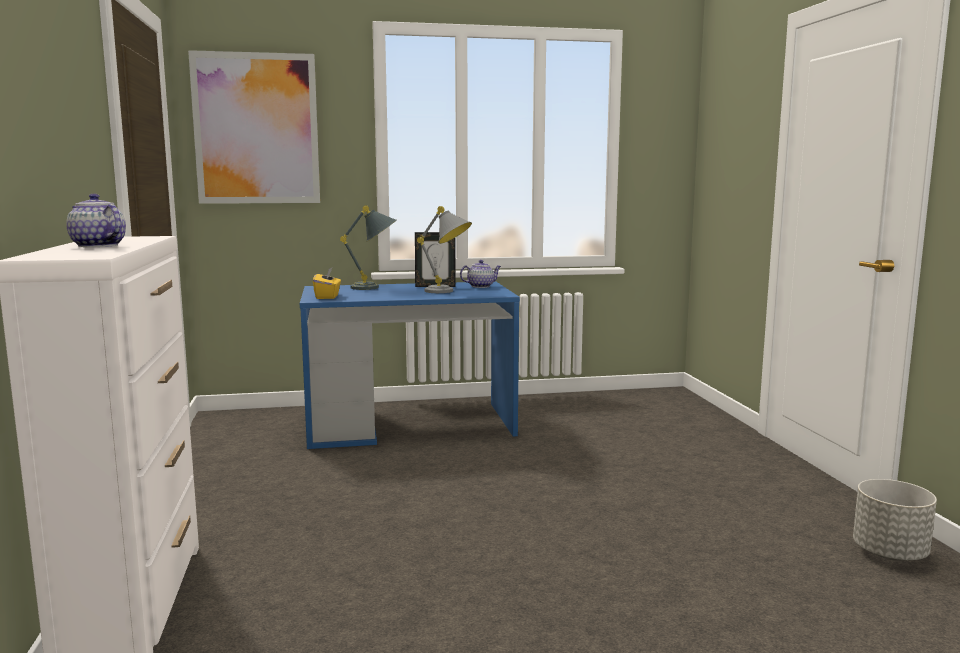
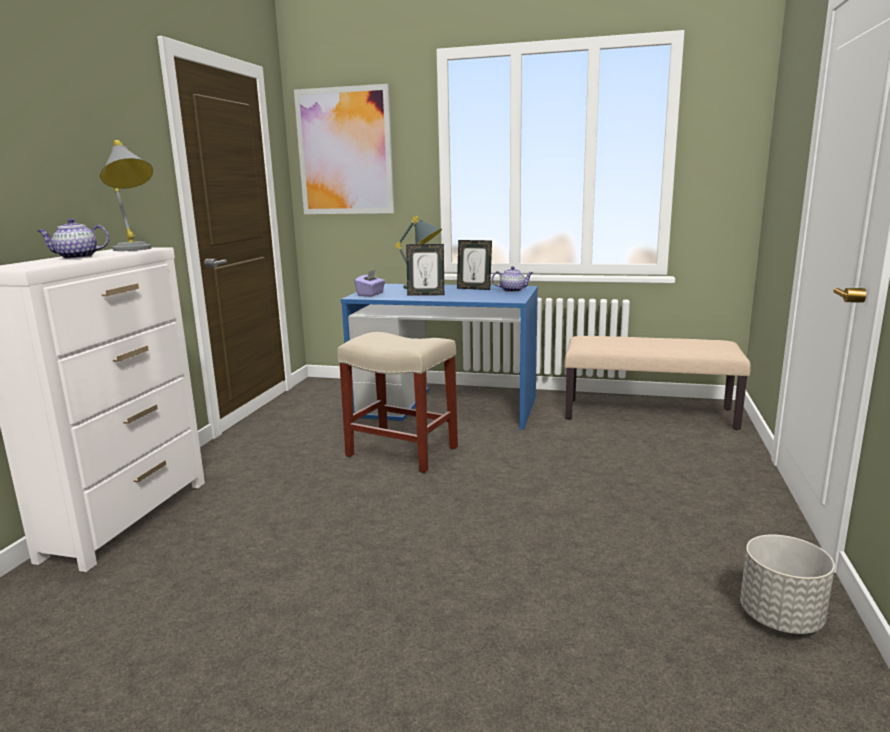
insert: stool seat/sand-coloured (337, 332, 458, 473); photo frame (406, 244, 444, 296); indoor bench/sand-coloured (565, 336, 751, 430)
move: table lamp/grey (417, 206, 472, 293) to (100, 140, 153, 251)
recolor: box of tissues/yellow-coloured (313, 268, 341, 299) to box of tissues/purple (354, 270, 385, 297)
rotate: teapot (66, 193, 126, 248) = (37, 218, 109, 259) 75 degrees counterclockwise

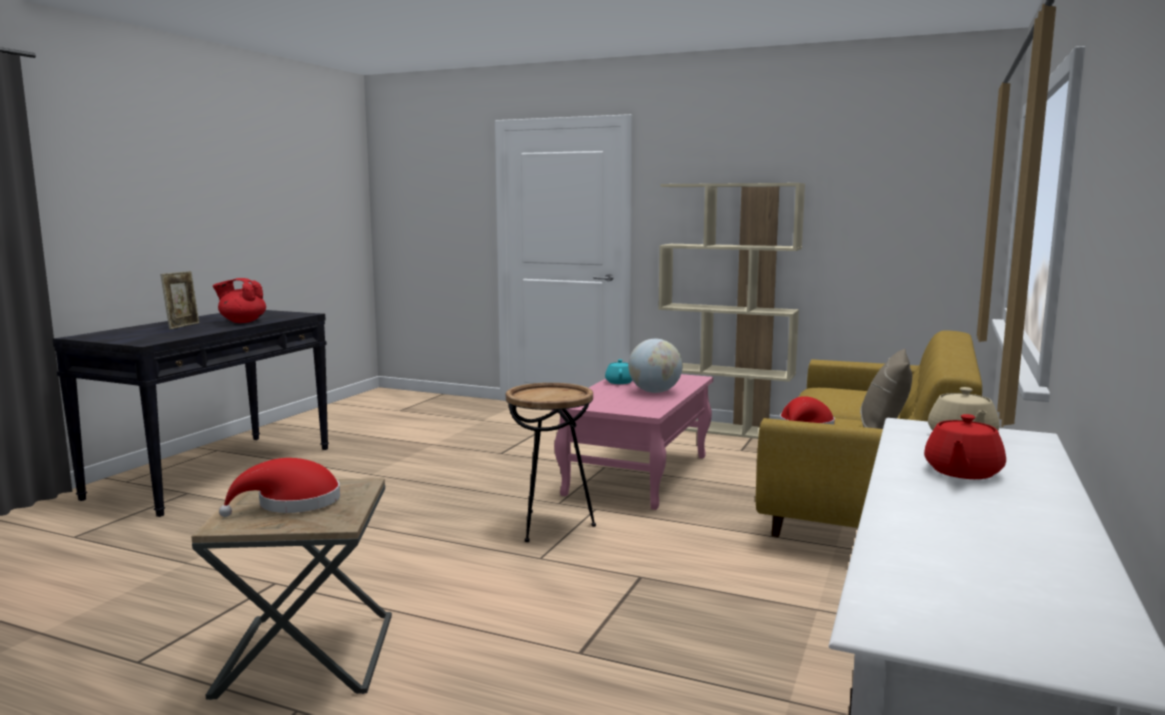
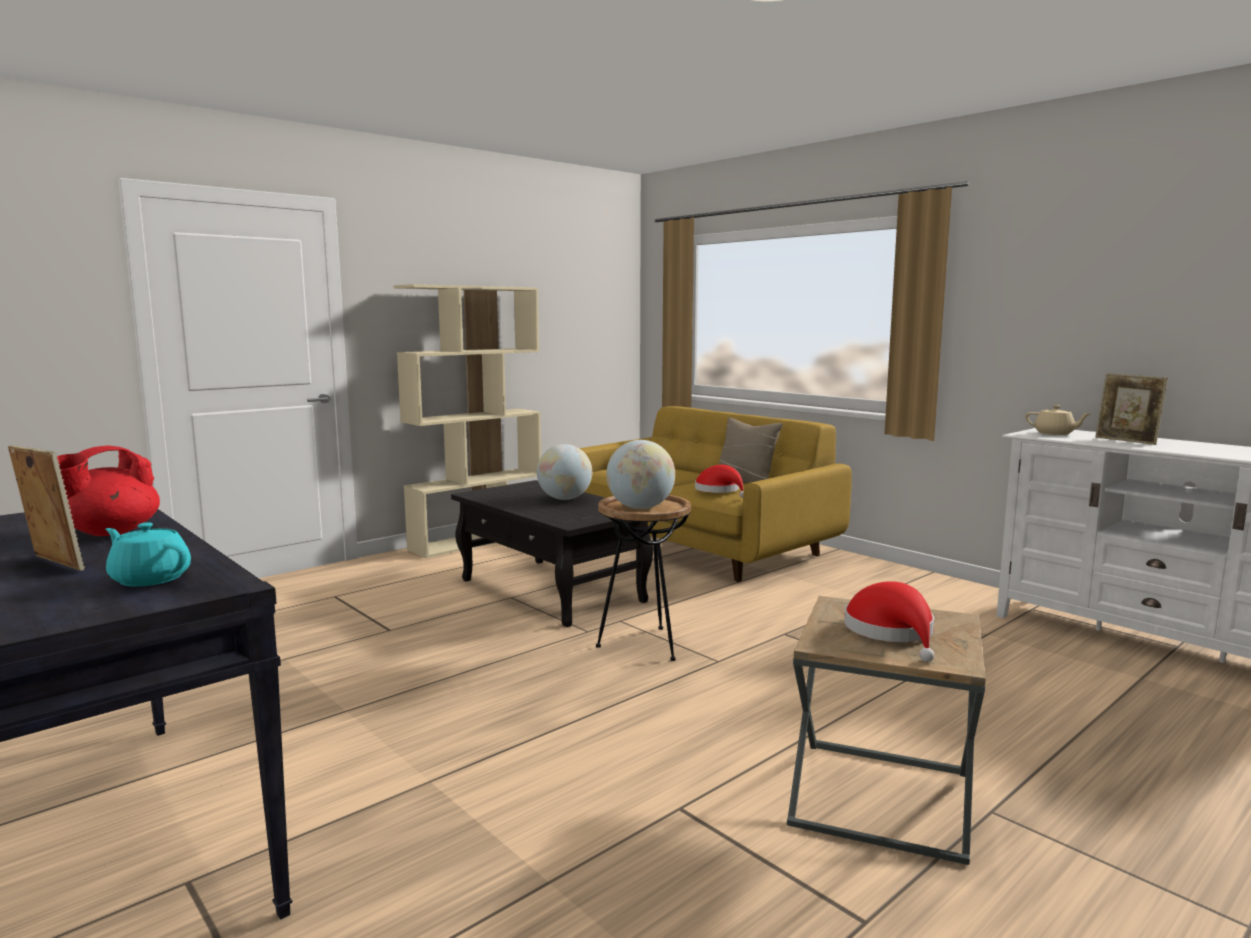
insert: world globe (606, 440, 675, 509)
move: teapot/turquoise-coloured (605, 359, 633, 384) to (106, 522, 191, 587)
replace: teapot/red-coloured (924, 414, 1006, 479) to photo frame (1095, 373, 1168, 445)
recolor: low table/pinkish (552, 374, 713, 510) to low table/black-coloured (451, 480, 653, 627)

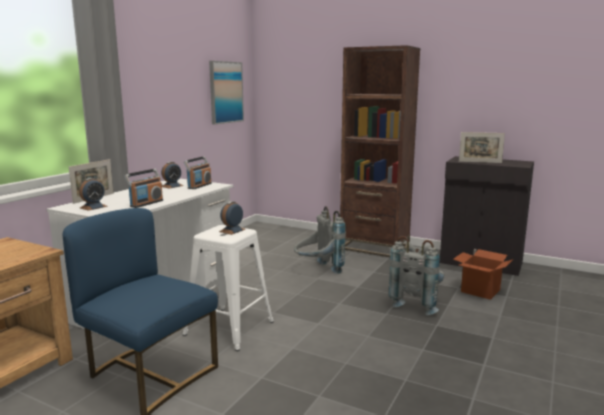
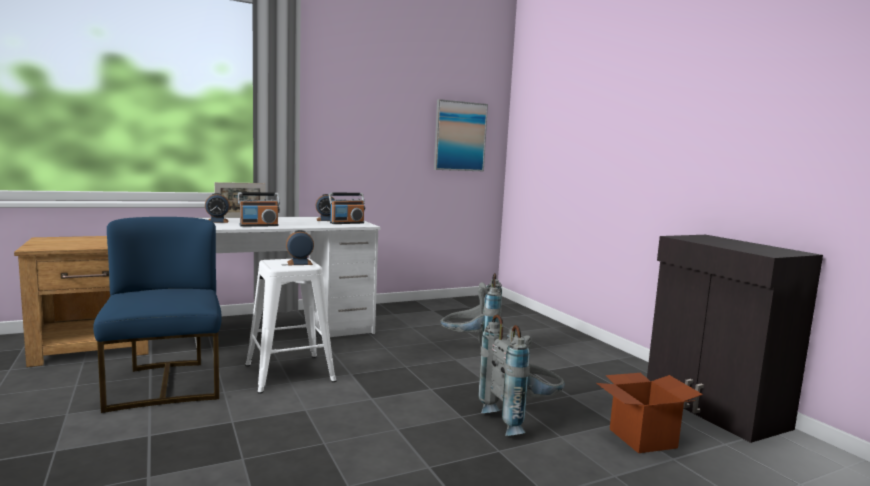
delete: bookcase/brownish (340, 45, 420, 257); photo frame (459, 132, 505, 163)

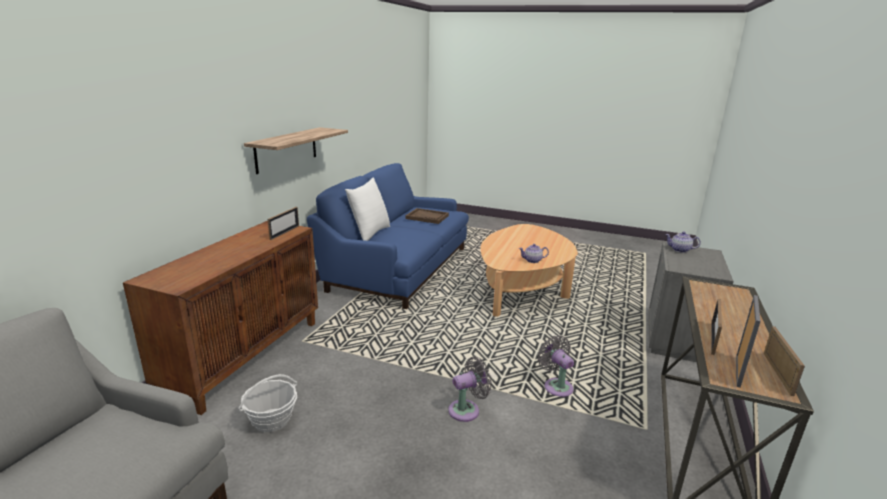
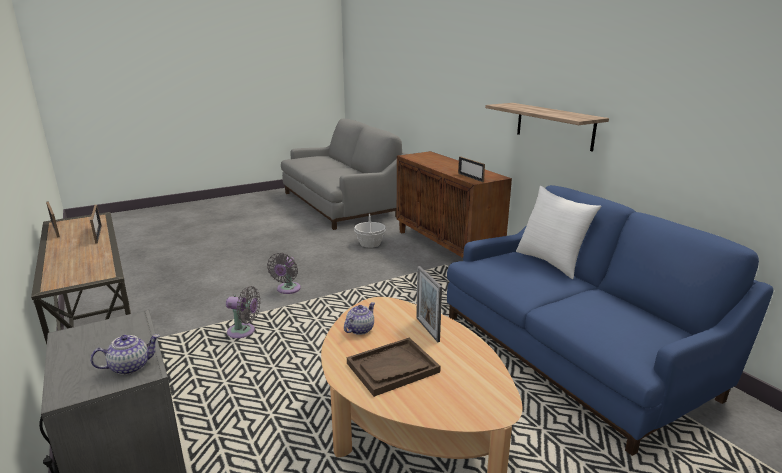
move: serving tray/brownish (405, 208, 449, 224) to (347, 337, 441, 397); photo frame (736, 295, 760, 388) to (416, 266, 442, 343)

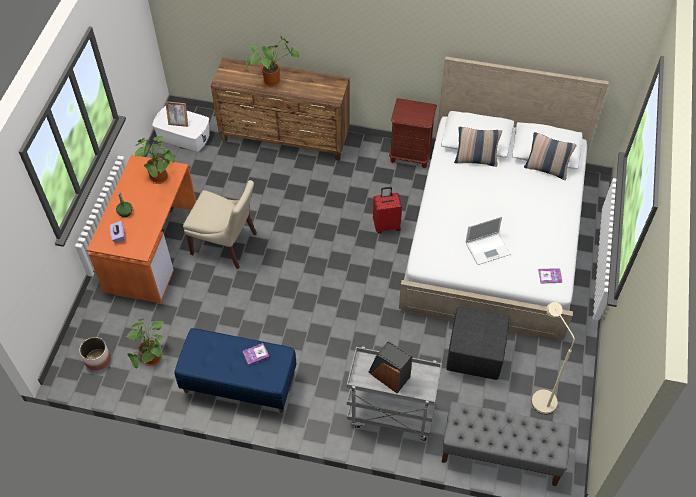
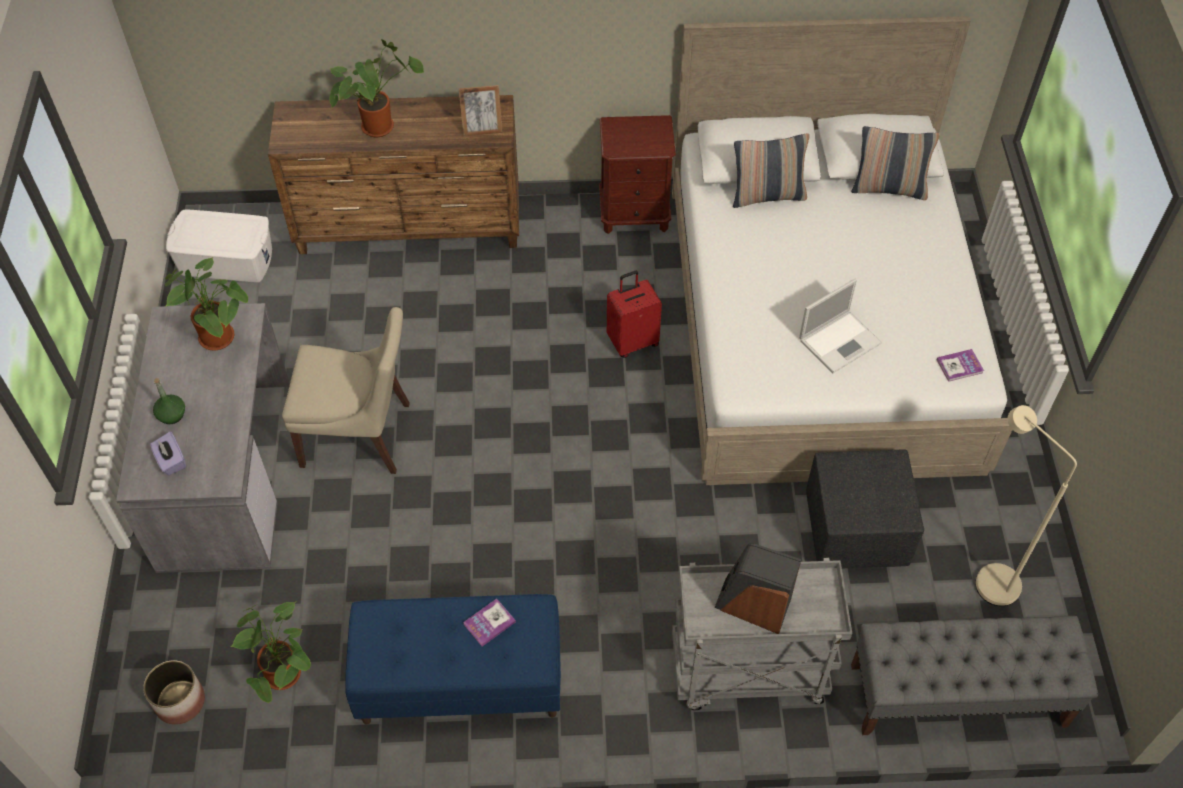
move: photo frame (165, 101, 188, 127) to (459, 85, 503, 136)
recolor: desk/orange (87, 155, 196, 303) to desk/grey (116, 303, 290, 573)

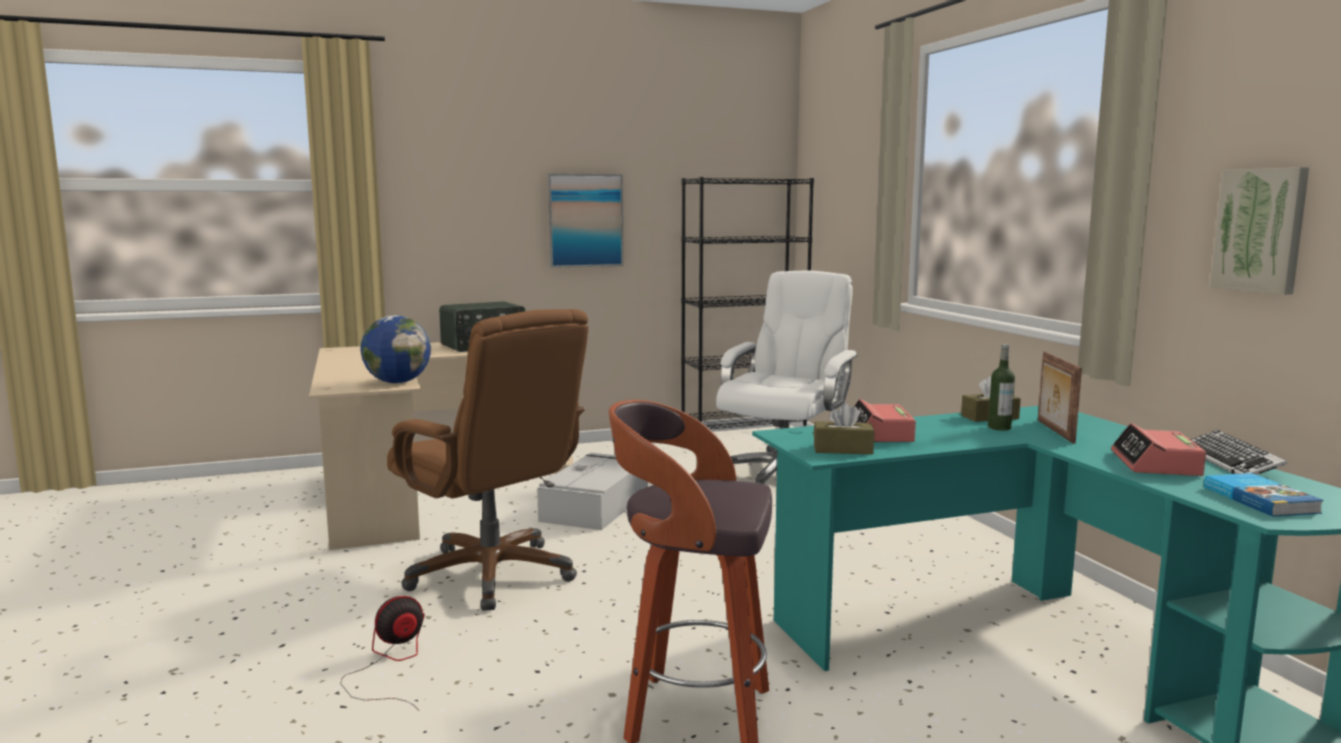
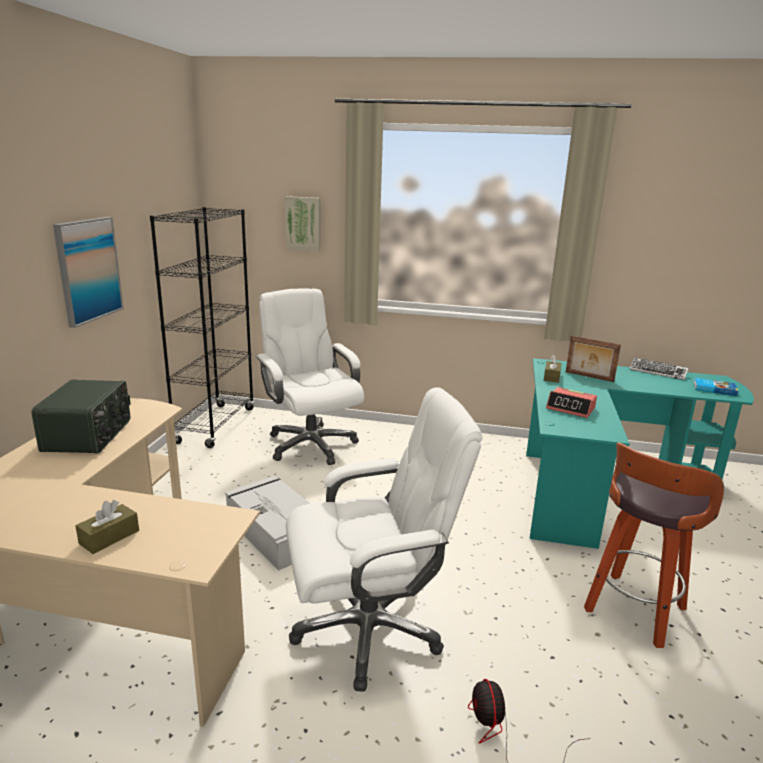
delete: world globe (360, 315, 431, 383); drink bottle (988, 344, 1015, 431); bedside clock (1111, 423, 1206, 476)
move: box of tissues/brownish (813, 403, 874, 455) to (76, 500, 139, 554); wall art (1210, 167, 1309, 295) to (285, 196, 320, 251)
recolor: desk chair/brownish (387, 309, 589, 611) to desk chair/white-coloured (286, 387, 482, 692)

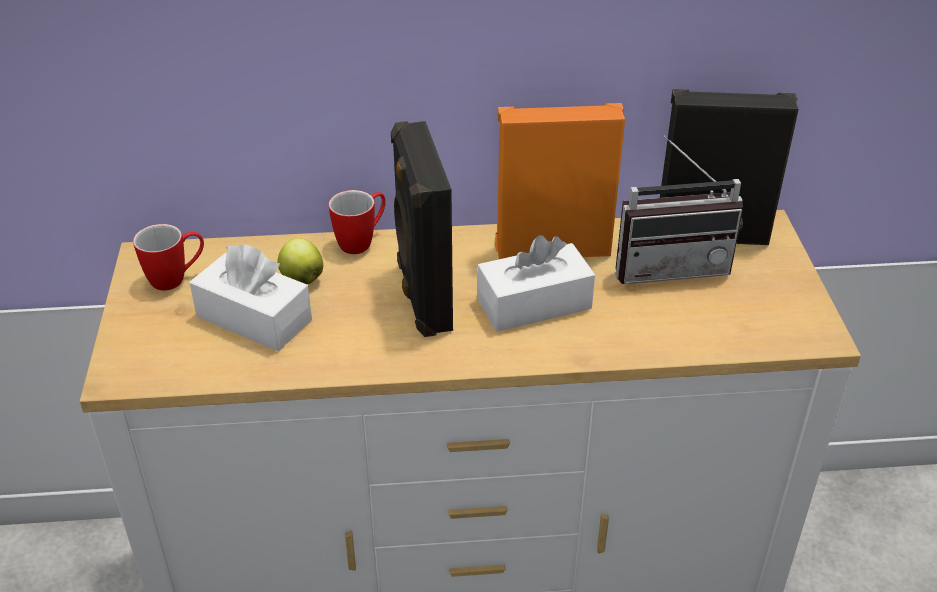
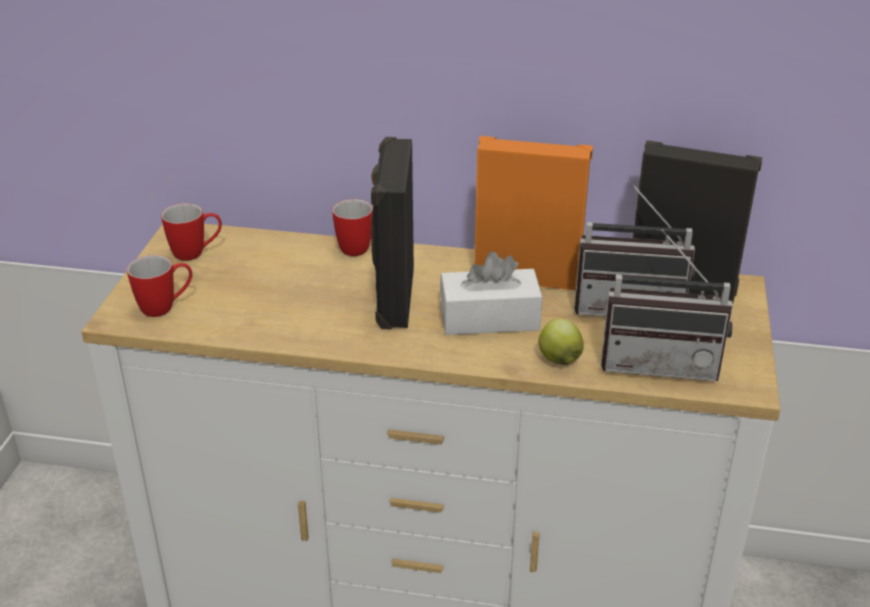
delete: box of tissues/white-coloured (189, 244, 312, 351)
insert: coffee mug (127, 255, 192, 317); radio (601, 229, 733, 381)
move: whole apple (277, 238, 323, 284) to (538, 318, 584, 365)

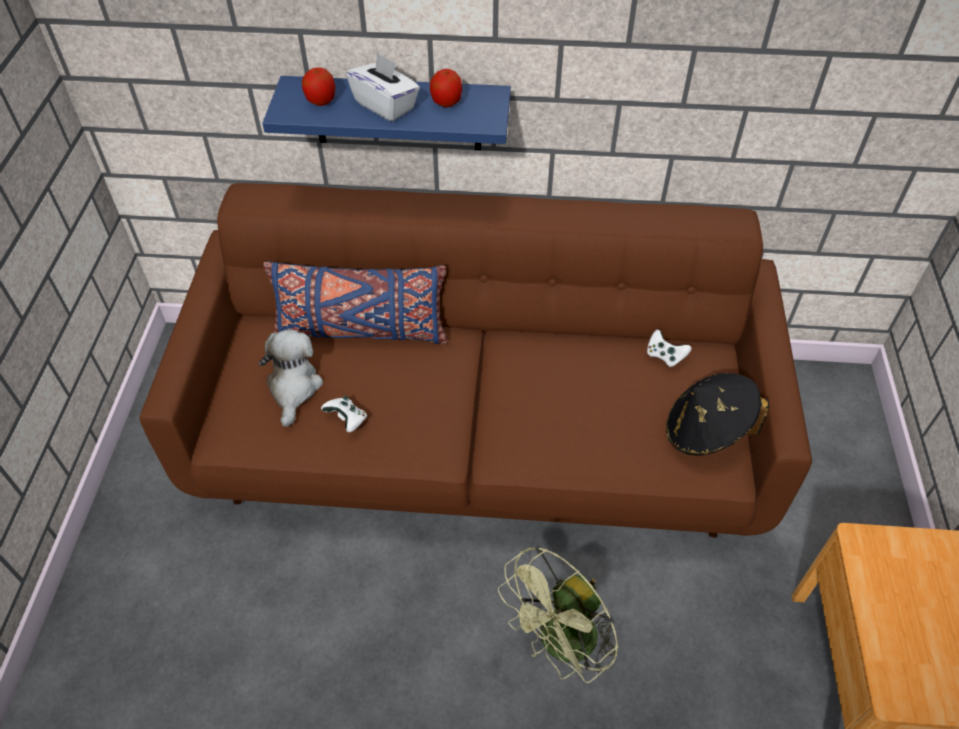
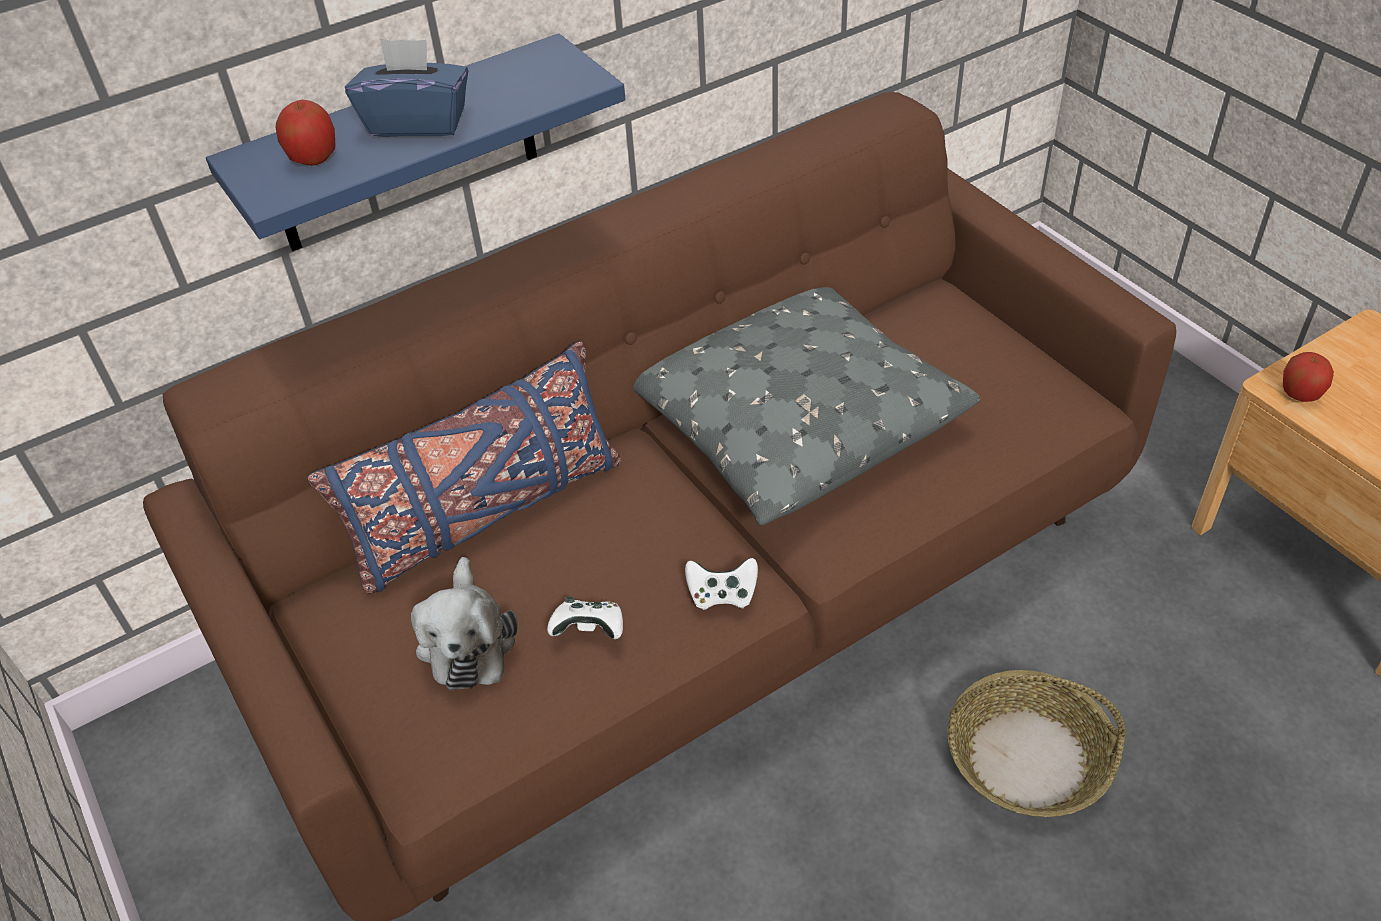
delete: wearable hat/black-coloured (666, 373, 769, 456)
insert: throw pillow/grey (633, 287, 980, 525)
move: whole apple (430, 69, 462, 107) to (1283, 352, 1334, 402); game controller/white-coloured (647, 329, 691, 368) to (685, 558, 758, 610)
replace: fan/green-coloured (498, 546, 618, 683) to basket (947, 670, 1126, 817)
recolor: box of tissues/white-coloured (346, 52, 420, 121) to box of tissues/blue-coloured (345, 39, 468, 137)
rotate: cuddly toy (258, 329, 323, 427) = (411, 557, 517, 691) 150 degrees counterclockwise

